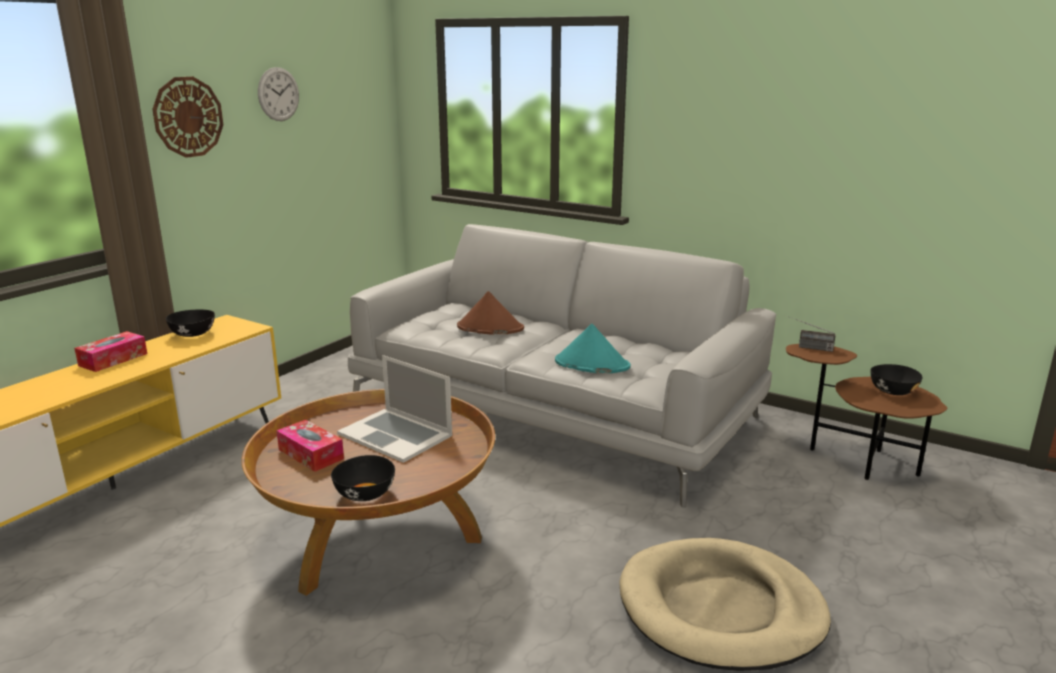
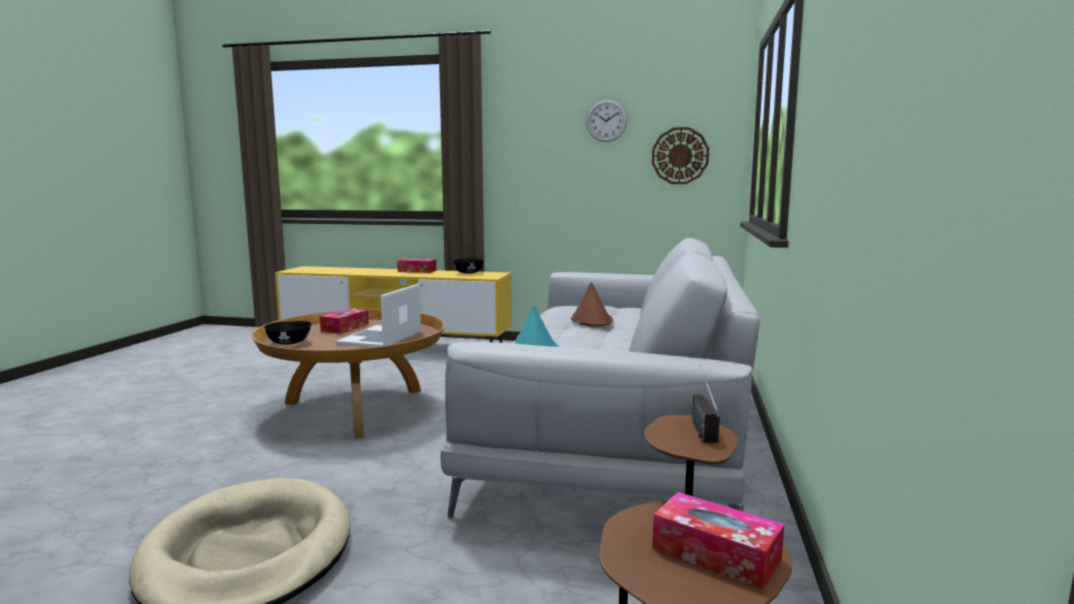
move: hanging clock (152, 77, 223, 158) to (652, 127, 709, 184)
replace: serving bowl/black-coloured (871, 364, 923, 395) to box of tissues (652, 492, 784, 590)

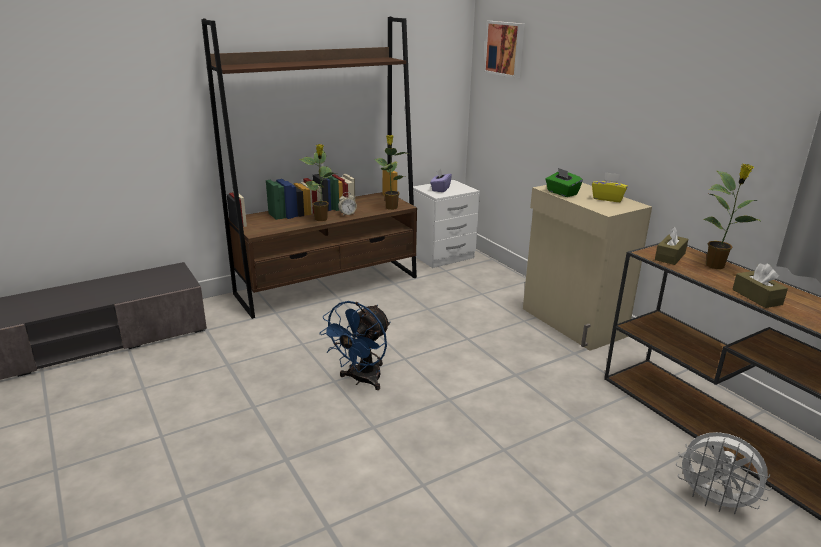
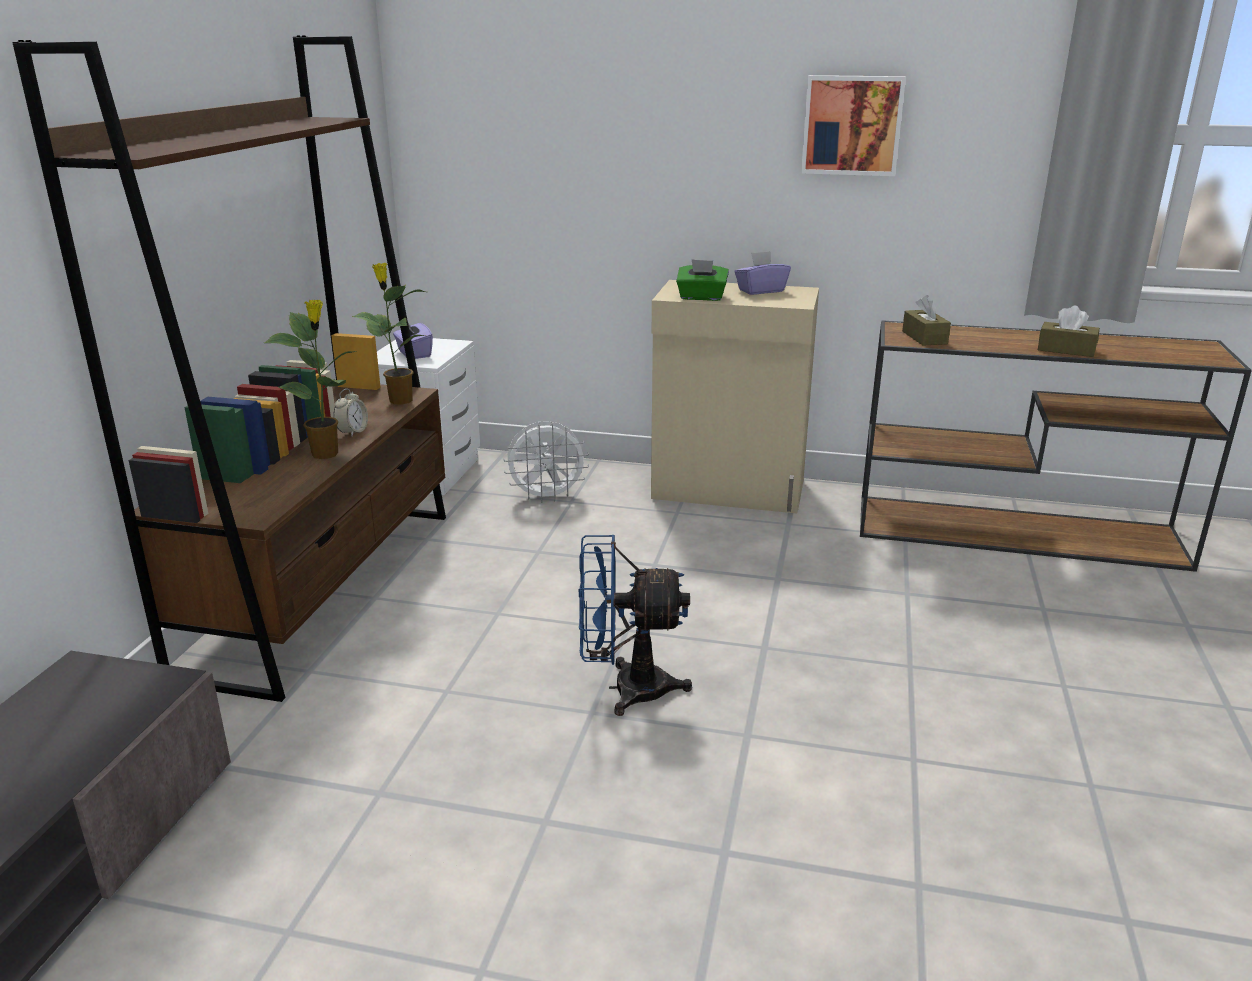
delete: potted plant (703, 164, 762, 269)
move: wall art (484, 21, 524, 78) to (801, 75, 906, 176); fan/white-coloured (676, 432, 772, 514) to (504, 421, 589, 502)
recolor: box of tissues/yellow-coloured (592, 172, 628, 202) to box of tissues/purple (735, 251, 791, 295)
rotate: fan/blue-coloured (319, 301, 390, 390) = (578, 535, 692, 716) 105 degrees clockwise

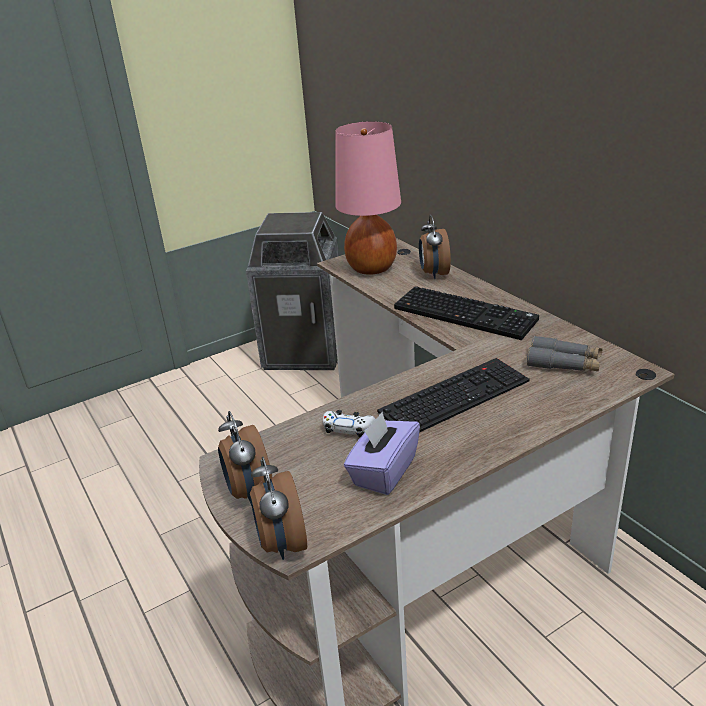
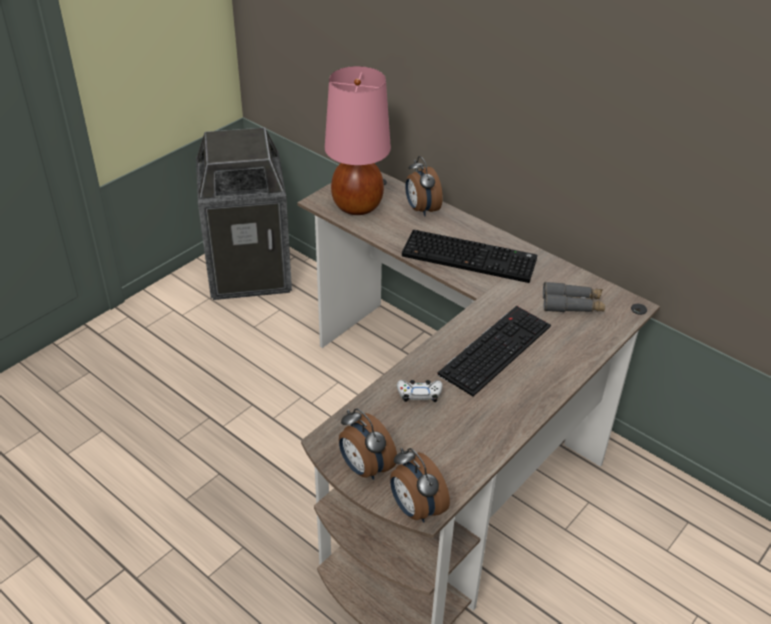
delete: box of tissues/purple (344, 412, 420, 495)

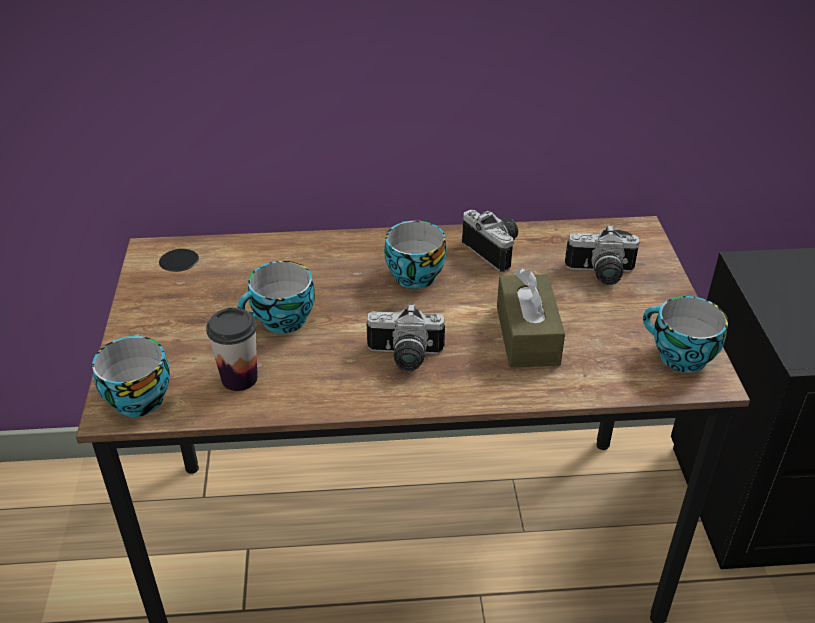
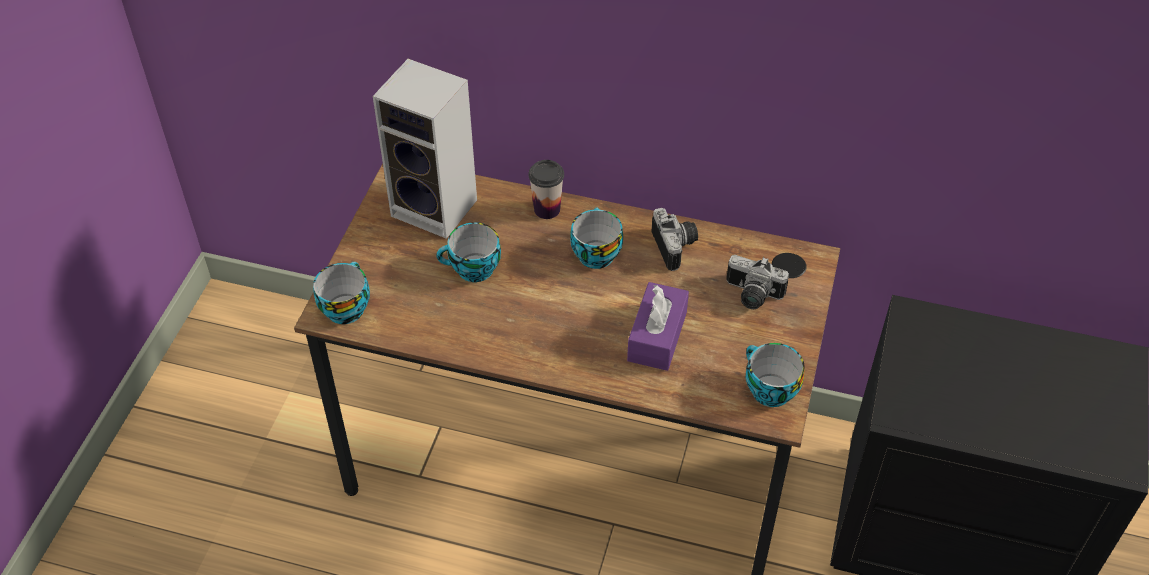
delete: still camera (367, 303, 445, 371)
insert: speaker (373, 59, 477, 239)
move: cup (206, 308, 258, 391) to (529, 160, 564, 219)
recolor: box of tissues/brownish (497, 268, 565, 368) to box of tissues/purple (627, 282, 689, 371)

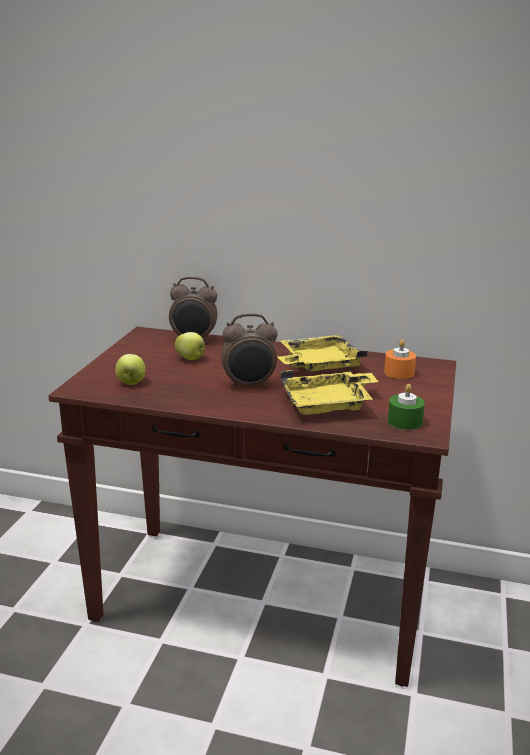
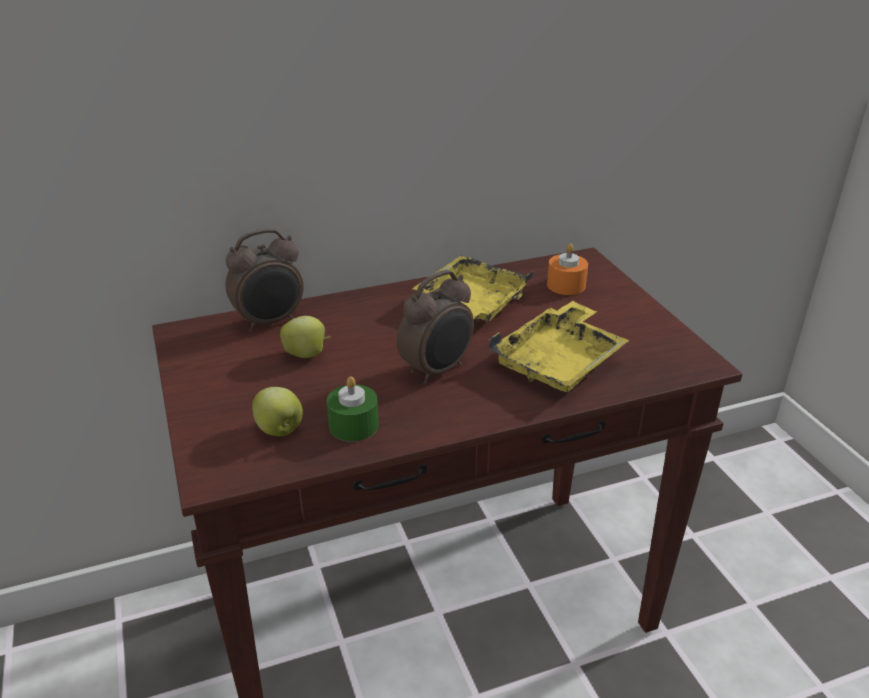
move: wax light/green-coloured (388, 384, 425, 430) to (327, 376, 379, 442)

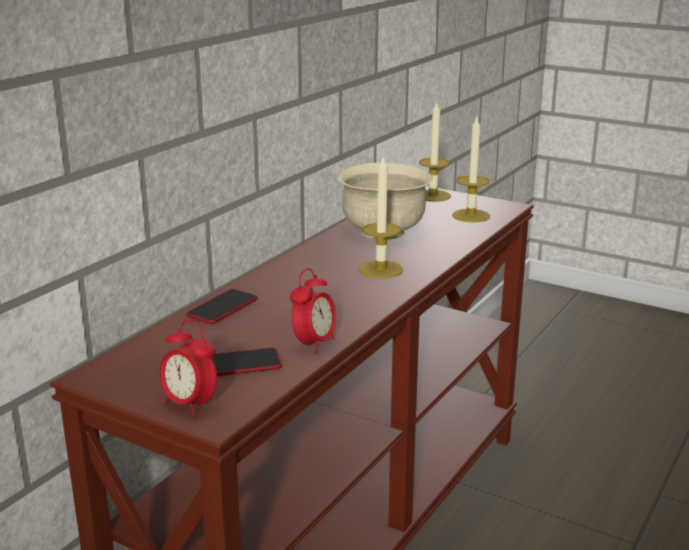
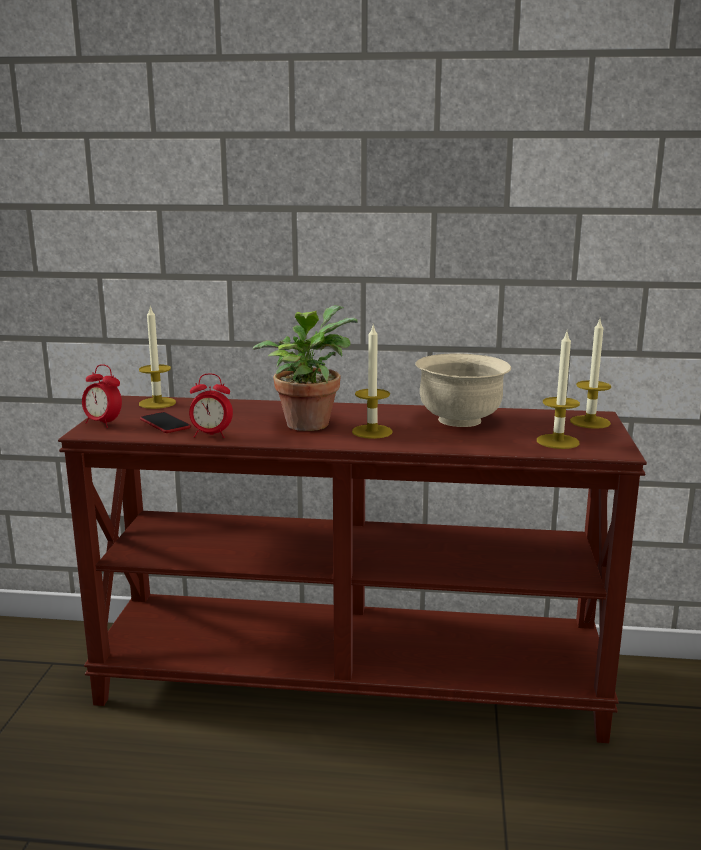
delete: handset (187, 289, 257, 324)
insert: wax light (139, 305, 176, 409); potted plant (253, 305, 358, 431)
rotate: bedside clock (160, 320, 217, 417) = (82, 364, 122, 428) 75 degrees counterclockwise

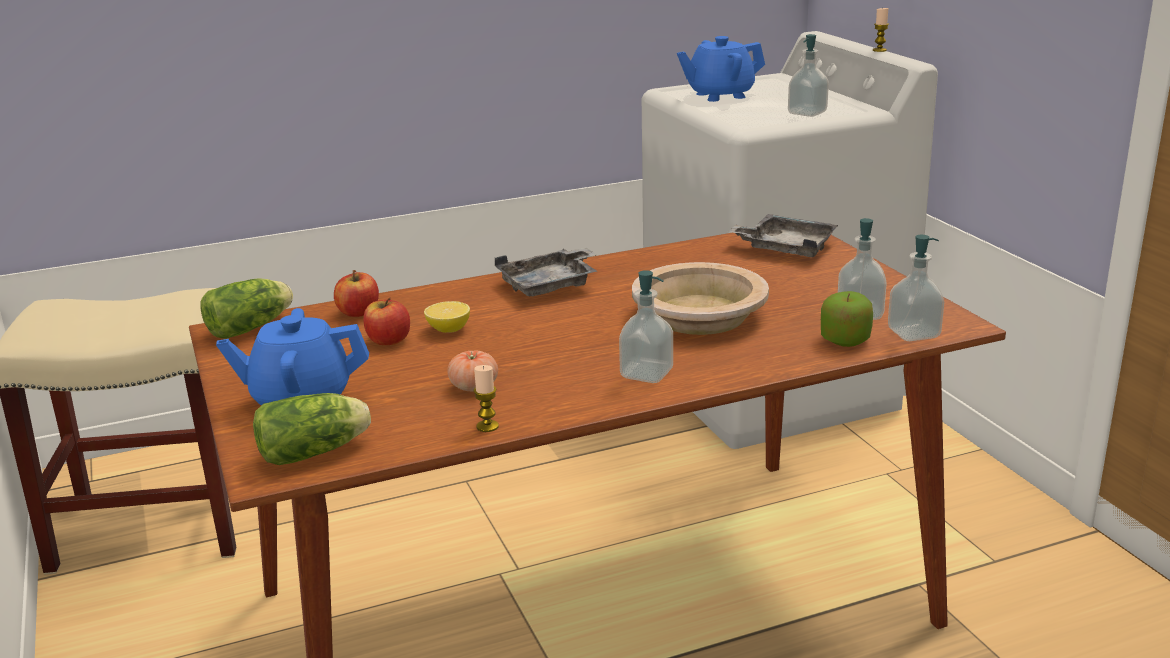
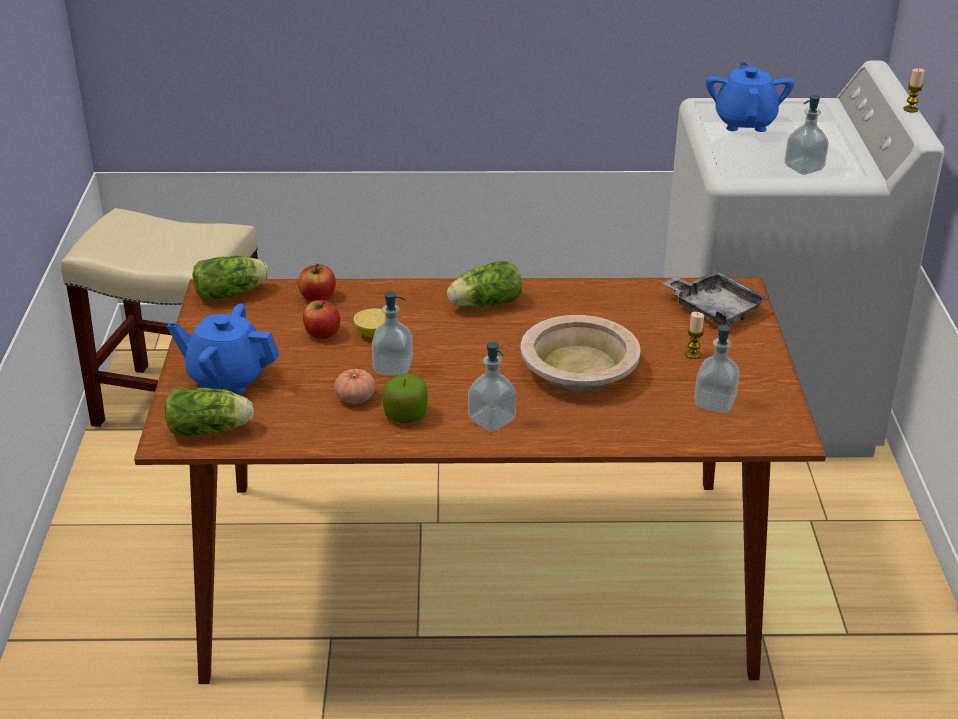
move: wax light (474, 365, 499, 432) to (685, 312, 704, 359); whole apple (821, 291, 873, 347) to (382, 374, 428, 424); soap dispenser (888, 235, 944, 341) to (372, 291, 413, 376)
replace: serving tray/grey (495, 248, 597, 296) to lettuce (447, 261, 522, 307)
rotate: teapot/blue-coloured (677, 36, 765, 102) = (706, 62, 794, 132) 90 degrees clockwise

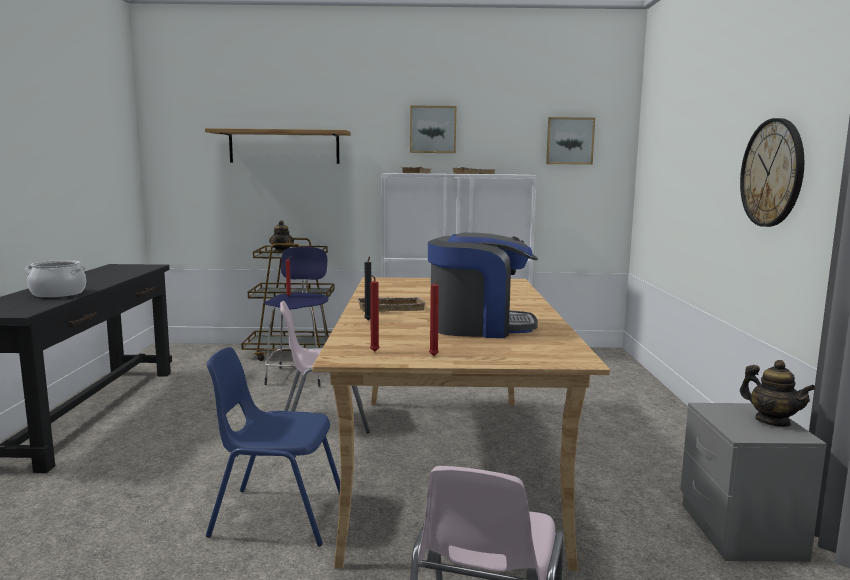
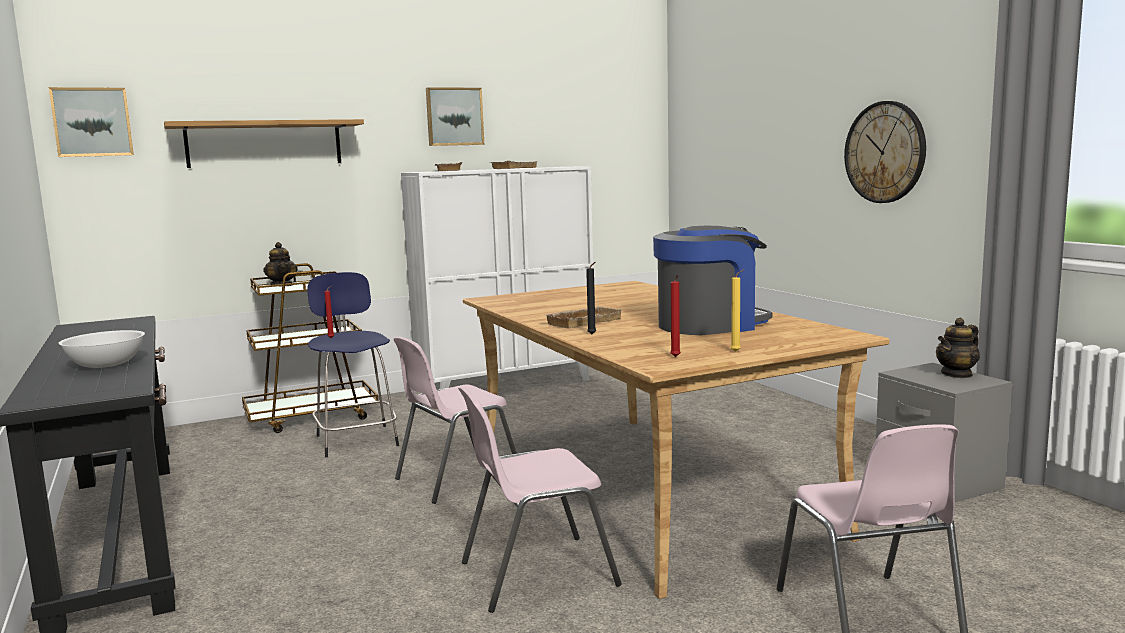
move: wall art (546, 117, 595, 165) to (48, 87, 134, 157)
replace: saucepot (25, 260, 87, 298) to serving bowl/white-coloured (59, 330, 145, 368)
recolor: upright chair/blue-coloured (206, 347, 340, 546) to upright chair/pinkish (458, 386, 622, 613); wax light/red-coloured (429, 277, 443, 356) to wax light/yellow-coloured (730, 269, 745, 352)
rotate: teapot (740, 360, 816, 427) = (936, 318, 980, 378) 120 degrees clockwise

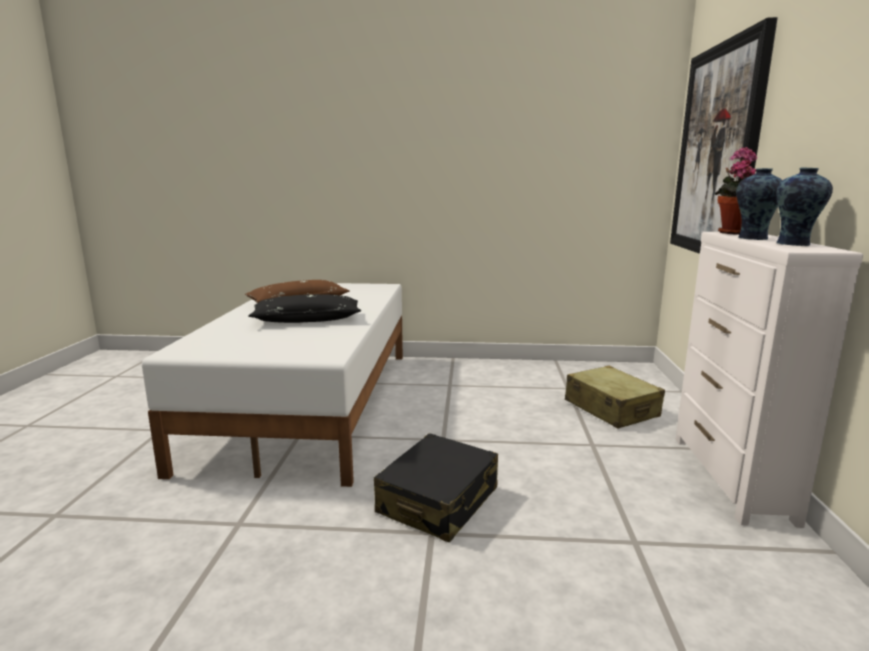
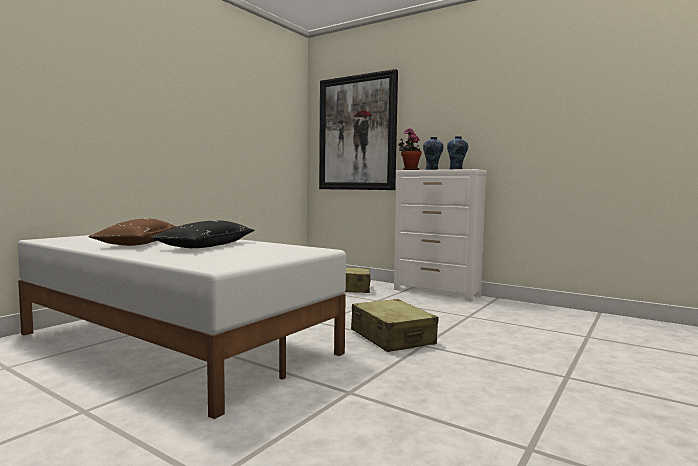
recolor: travel case/black-coloured (374, 433, 498, 542) to travel case/sand-coloured (351, 299, 438, 352)

